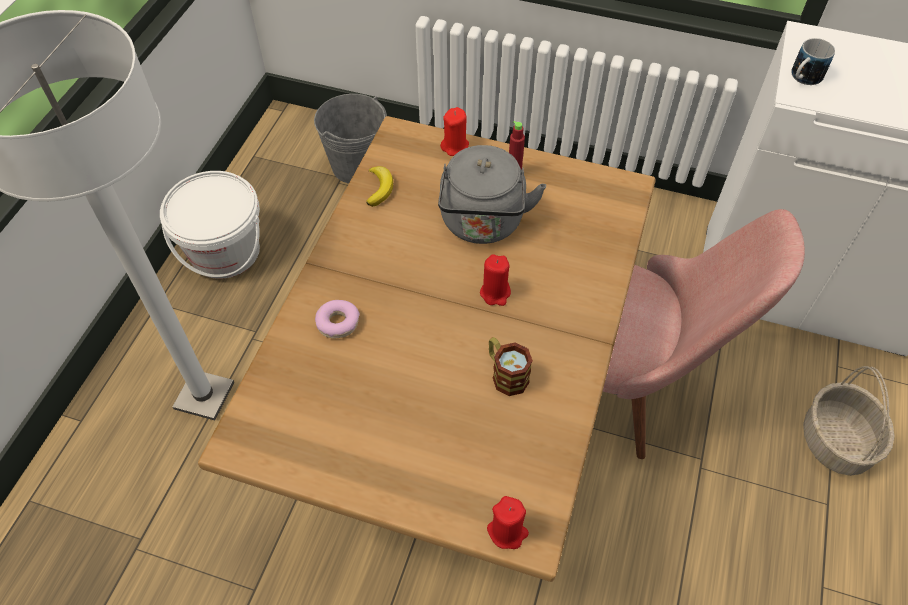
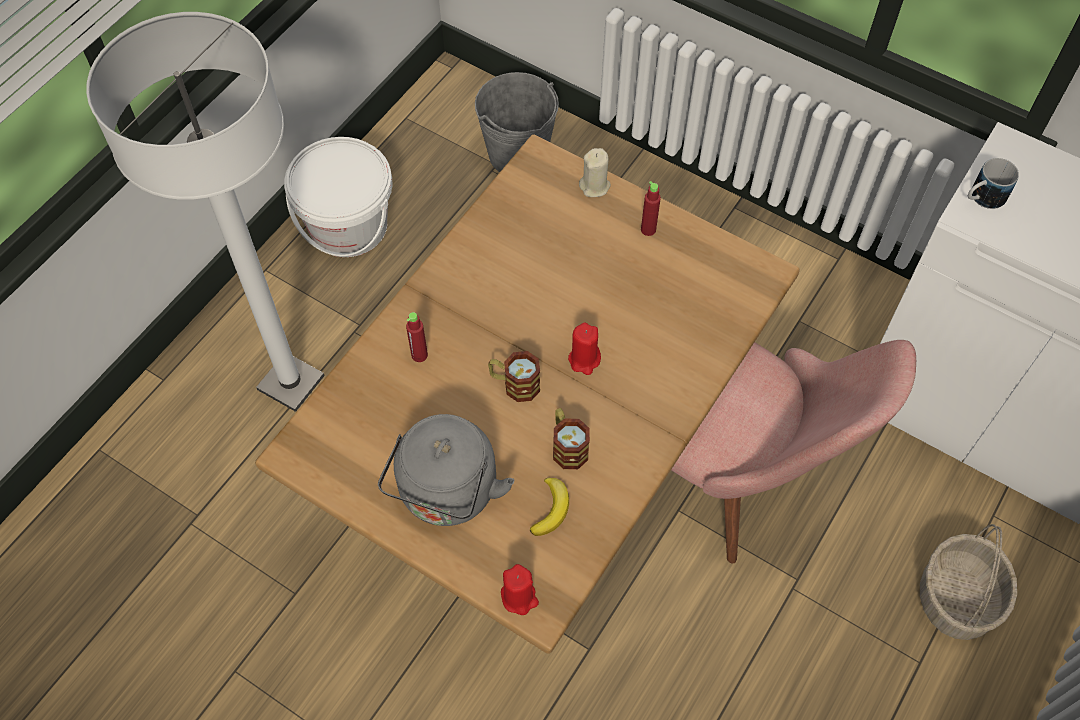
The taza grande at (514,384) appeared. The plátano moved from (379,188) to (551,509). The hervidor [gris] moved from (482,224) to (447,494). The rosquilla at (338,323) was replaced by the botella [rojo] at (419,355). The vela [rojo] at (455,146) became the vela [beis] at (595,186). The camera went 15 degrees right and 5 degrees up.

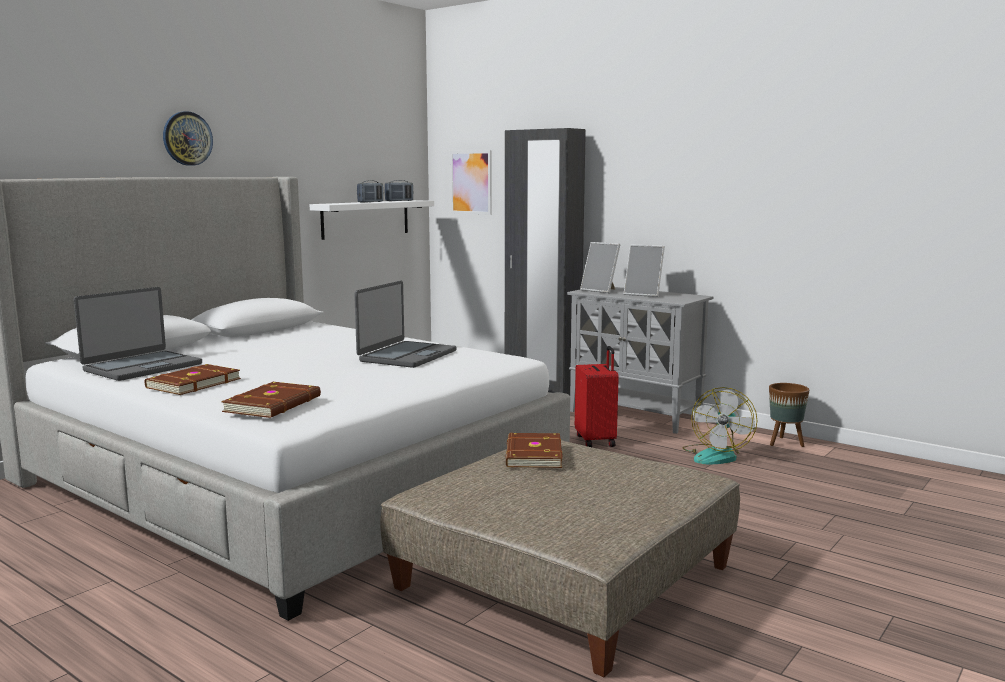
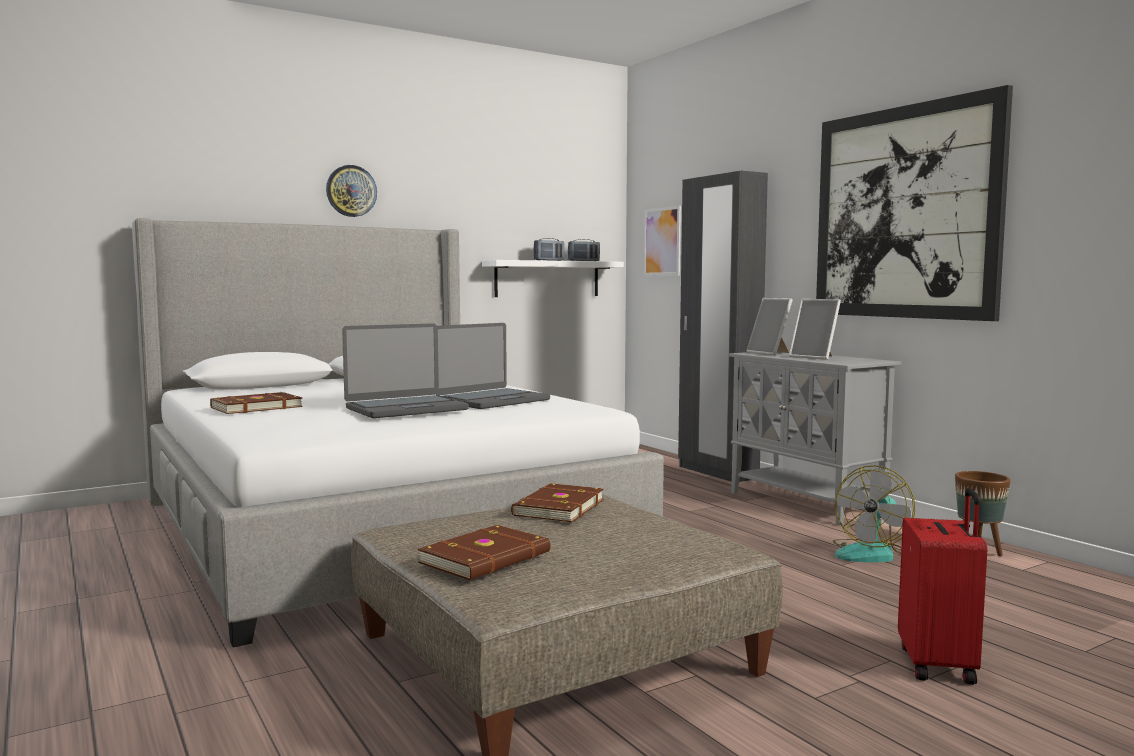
The cuadro at (905,213) appeared. The portátil moved from (142,367) to (405,409). The libro [marrón] moved from (274,404) to (487,558). The maleta [rojo] moved from (596,441) to (939,665). The camera went 20 degrees right and 5 degrees down.

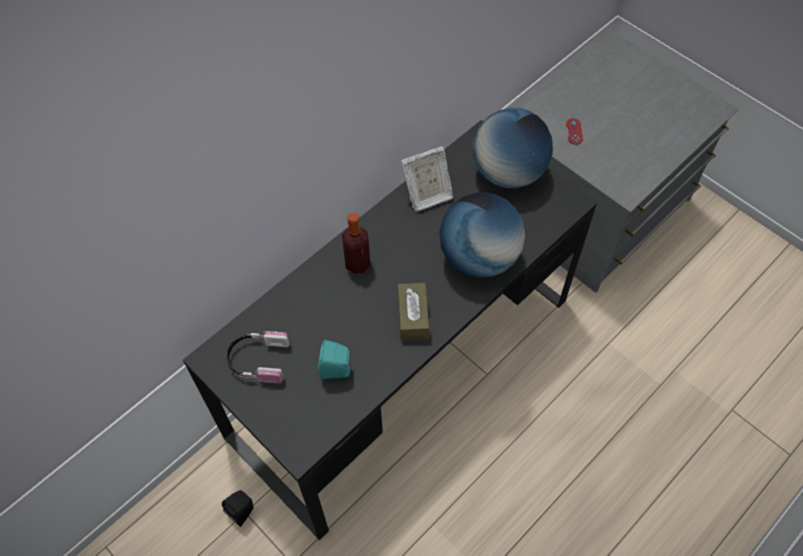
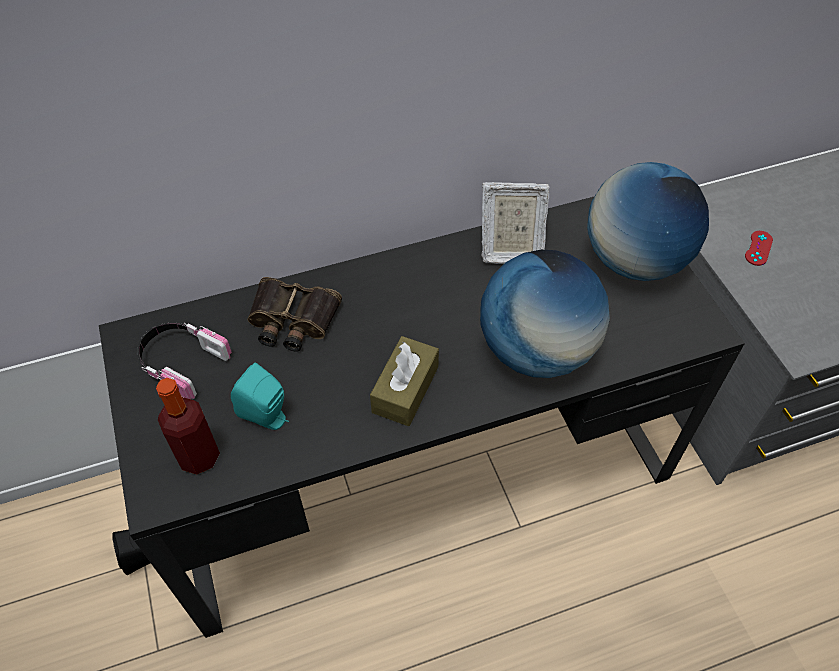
The prismáticos at (291,320) appeared. The botella moved from (357,264) to (199,456). The camera went 25 degrees right and 5 degrees down.

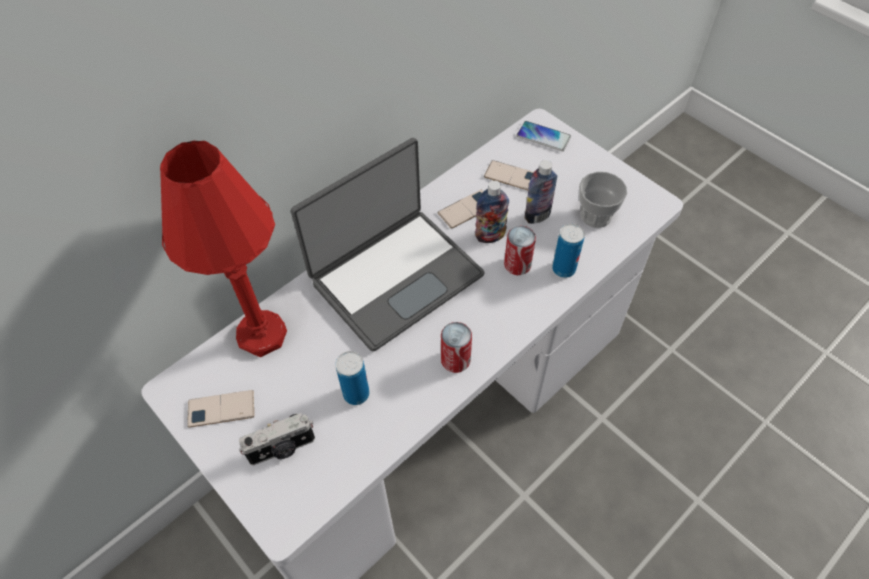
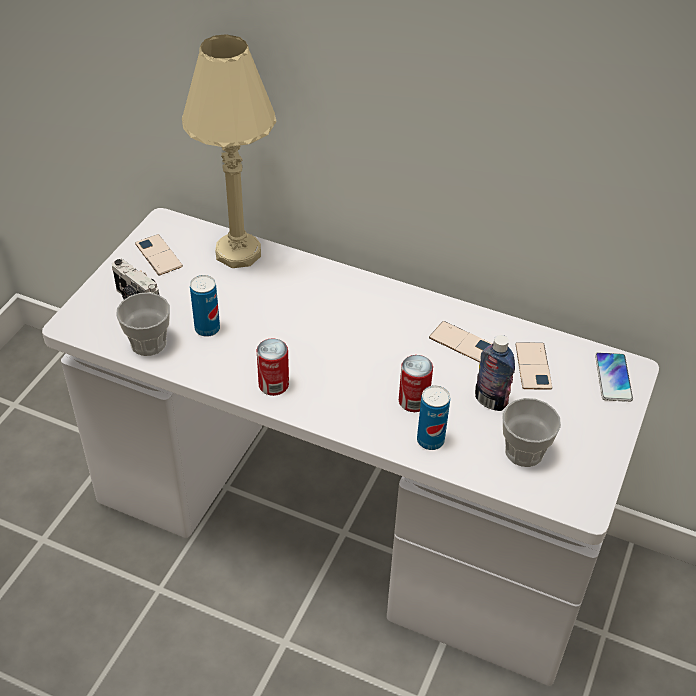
The portátil at (395,277) disappeared. The botella at (490,236) disappeared. The taza at (148,343) appeared. The lámpara de mesa [rojo] at (261,335) became the lámpara de mesa [beis] at (238,253). The camera went 65 degrees right and 10 degrees down.

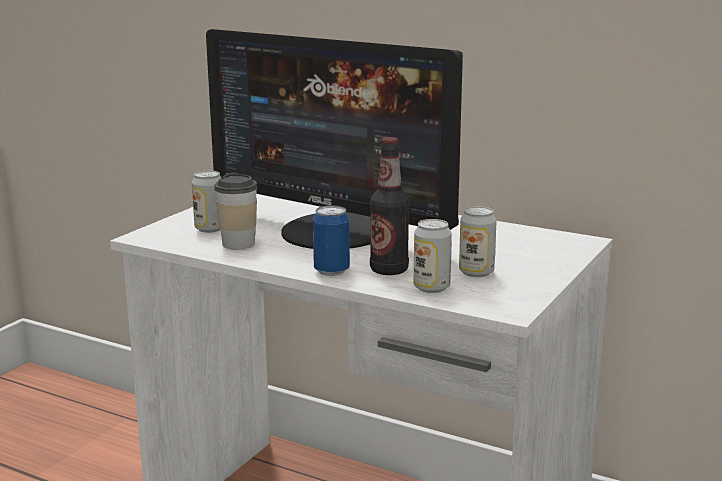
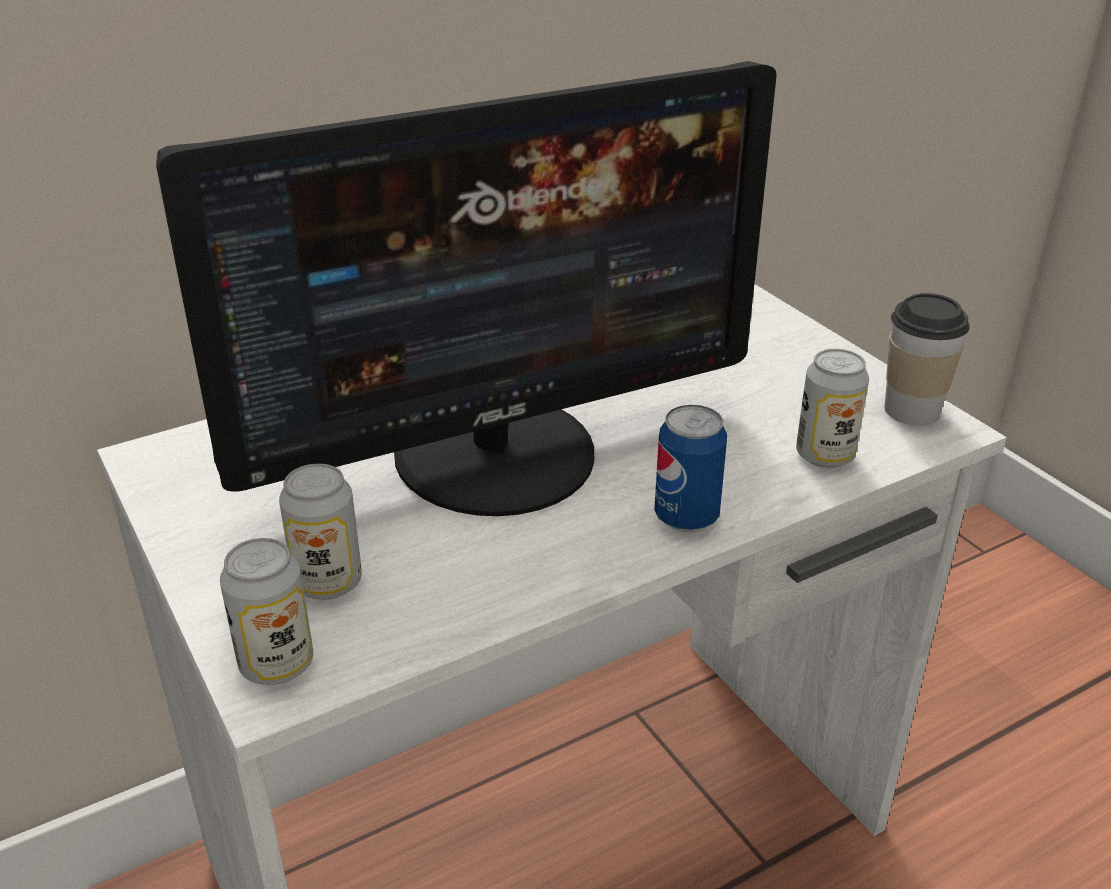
The botella at (389,270) disappeared. The taza moved from (238,244) to (912,410). The lata moved from (476,272) to (276,664). The camera went 60 degrees left and 15 degrees up.

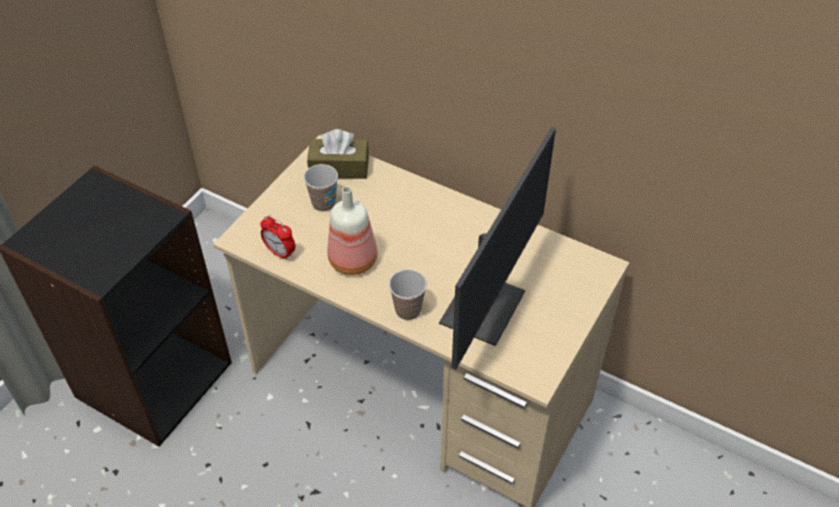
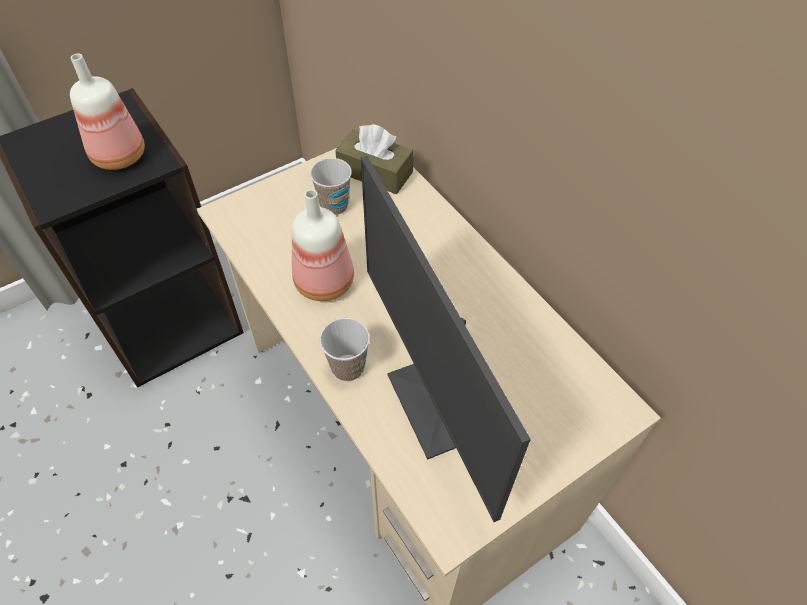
The despertador at (280,252) disappeared. The botella at (120,157) appeared. The monitor at (485,308) turned 105 degrees clockwise. The camera went 25 degrees right and 5 degrees up.

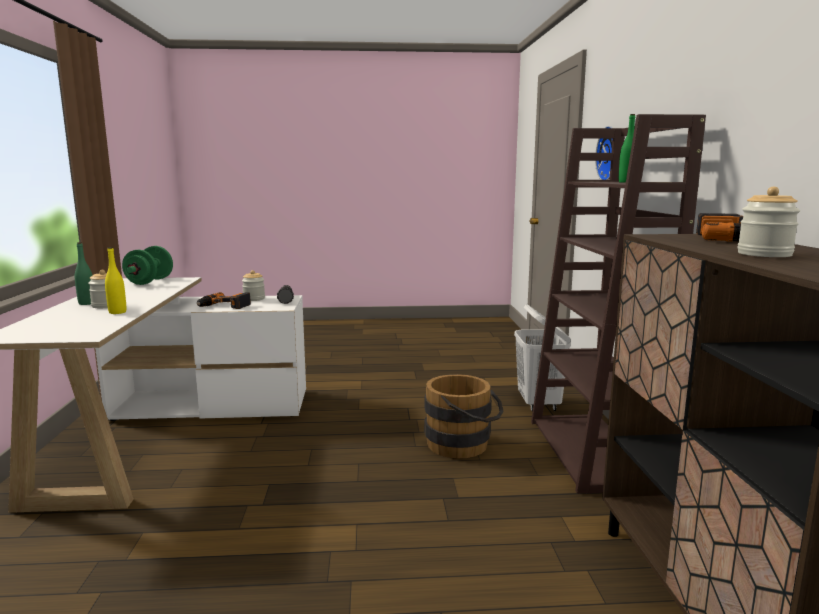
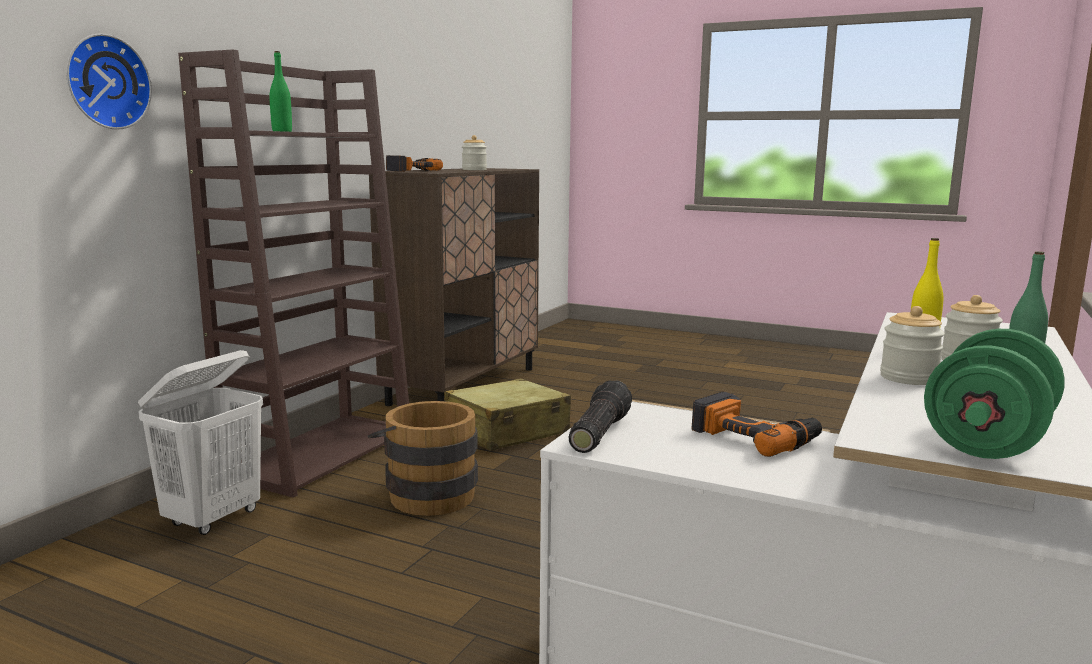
The maleta [beis] at (506,432) appeared. The tarro moved from (254,299) to (908,378). The camera went 150 degrees left and 0 degrees up.

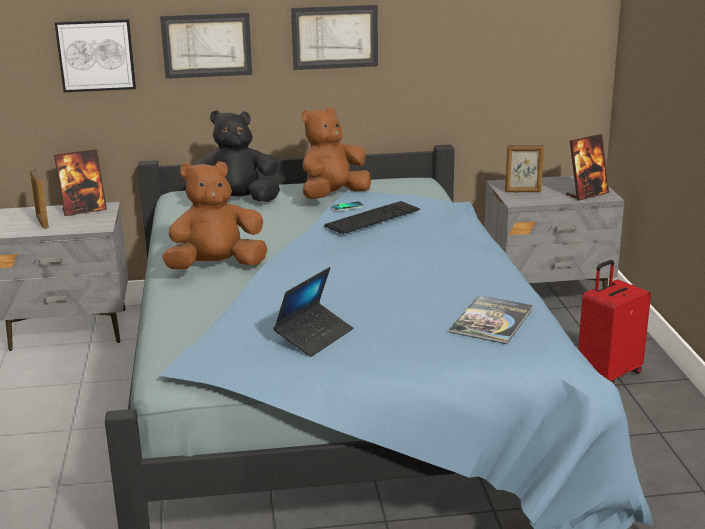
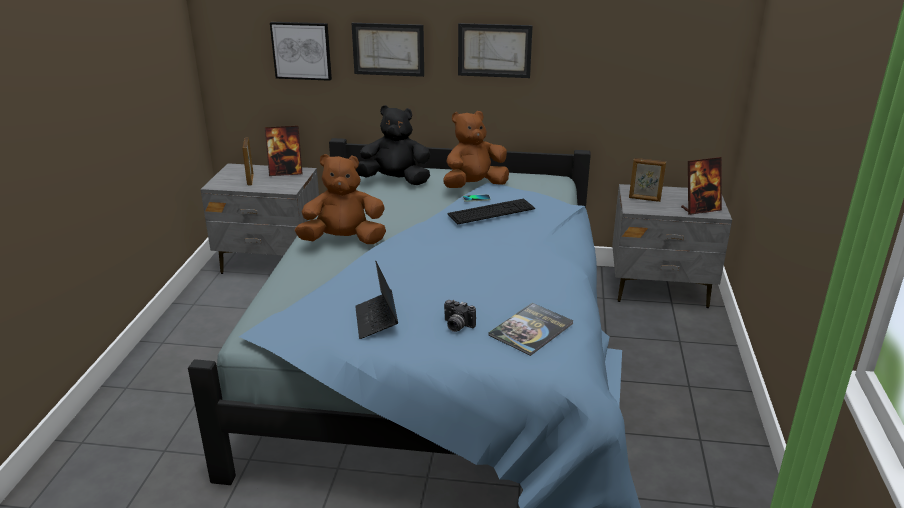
The maleta [rojo] at (608,373) disappeared. The cámara at (457,326) appeared. The portátil at (314,336) turned 120 degrees clockwise. The camera went 15 degrees right and 5 degrees up.

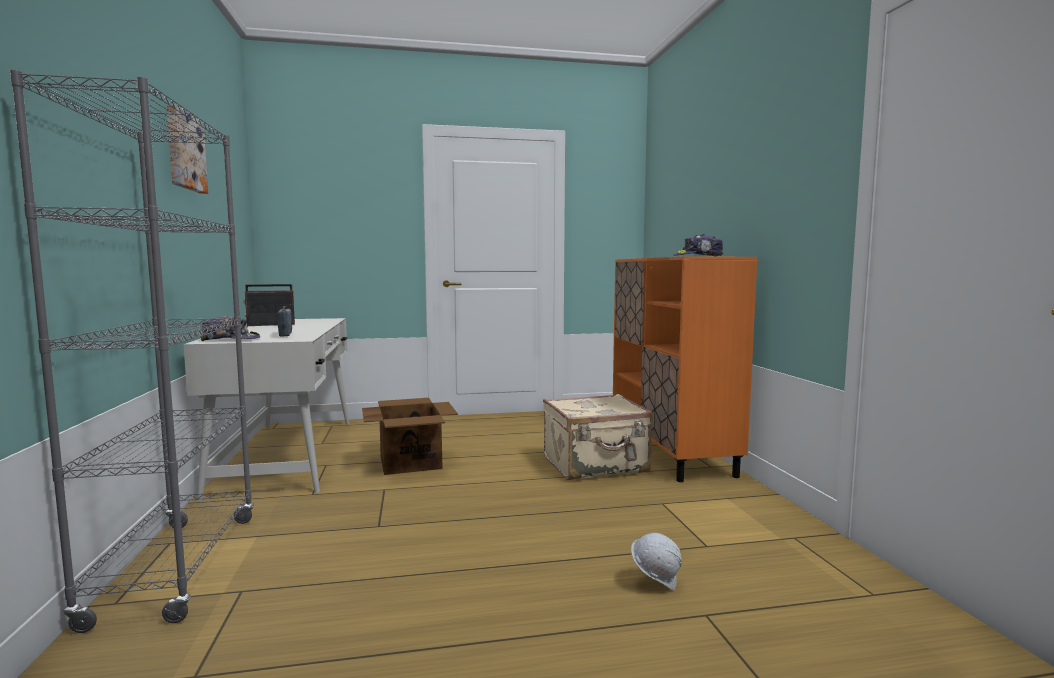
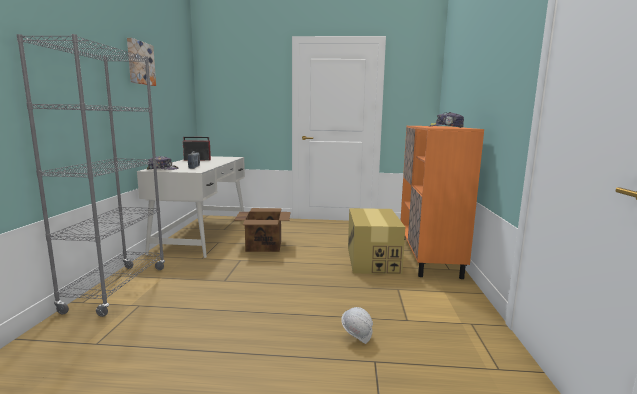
The maleta [beis] at (596,465) was replaced by the caja de cartón at (372,260). The camera went 15 degrees right and 5 degrees up.

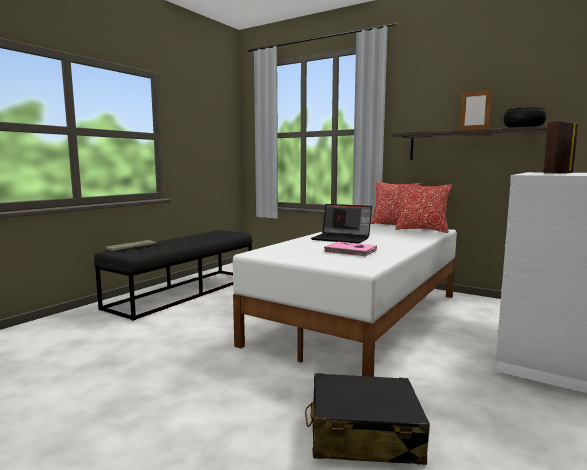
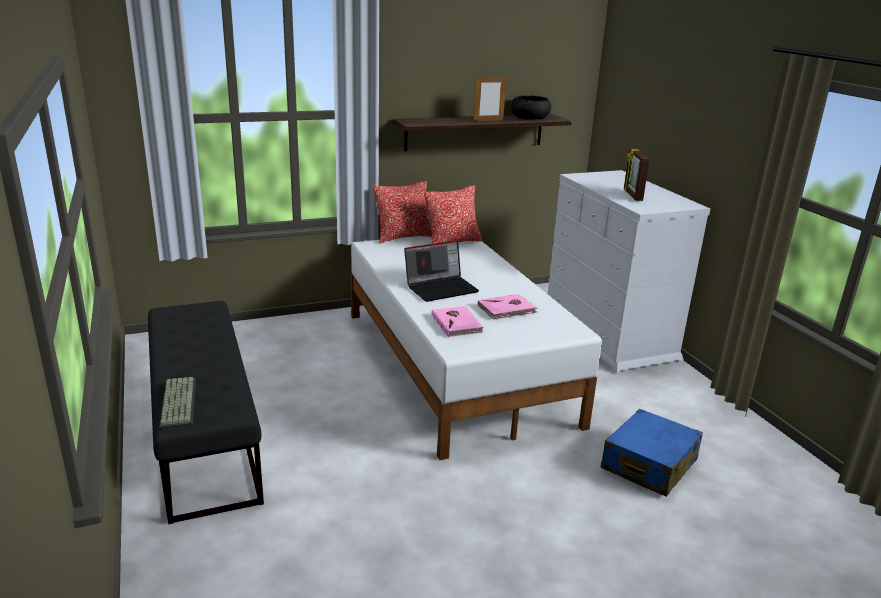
The libro [rosa] at (457,323) appeared. The maleta [negro] at (363,435) became the maleta [azul] at (648,465). The camera went 55 degrees left and 15 degrees up.

